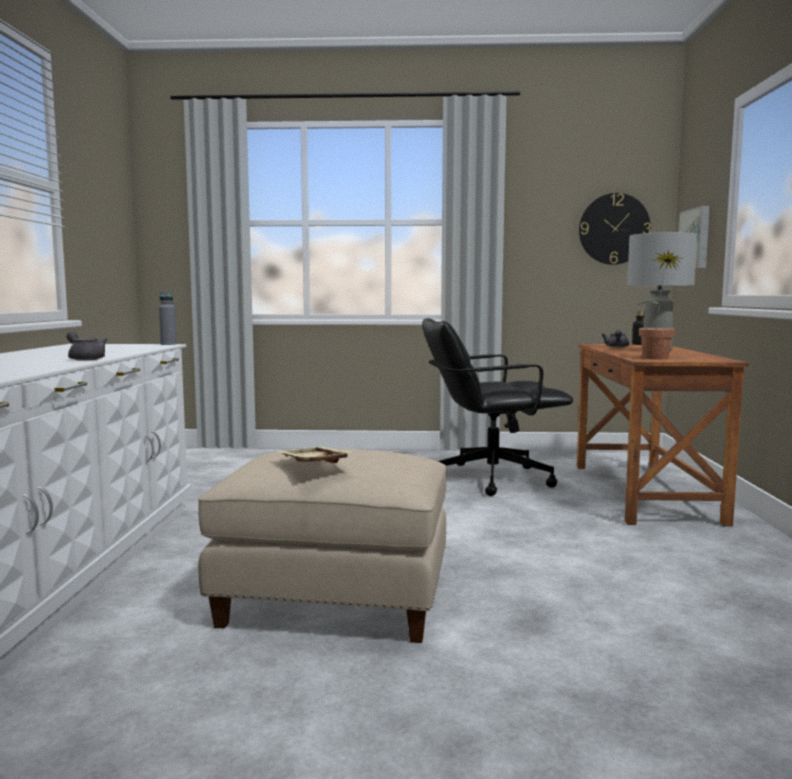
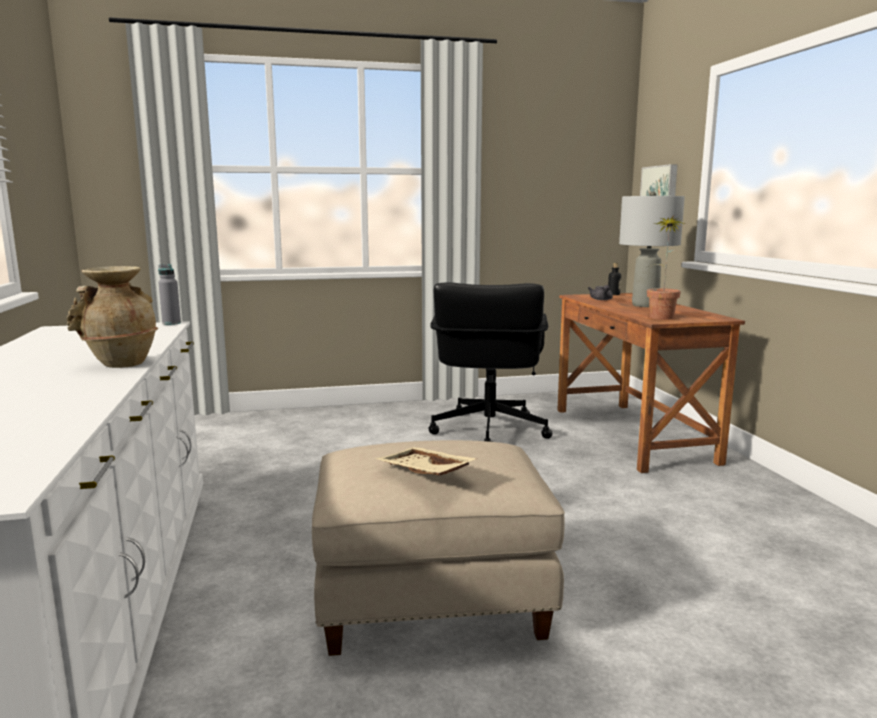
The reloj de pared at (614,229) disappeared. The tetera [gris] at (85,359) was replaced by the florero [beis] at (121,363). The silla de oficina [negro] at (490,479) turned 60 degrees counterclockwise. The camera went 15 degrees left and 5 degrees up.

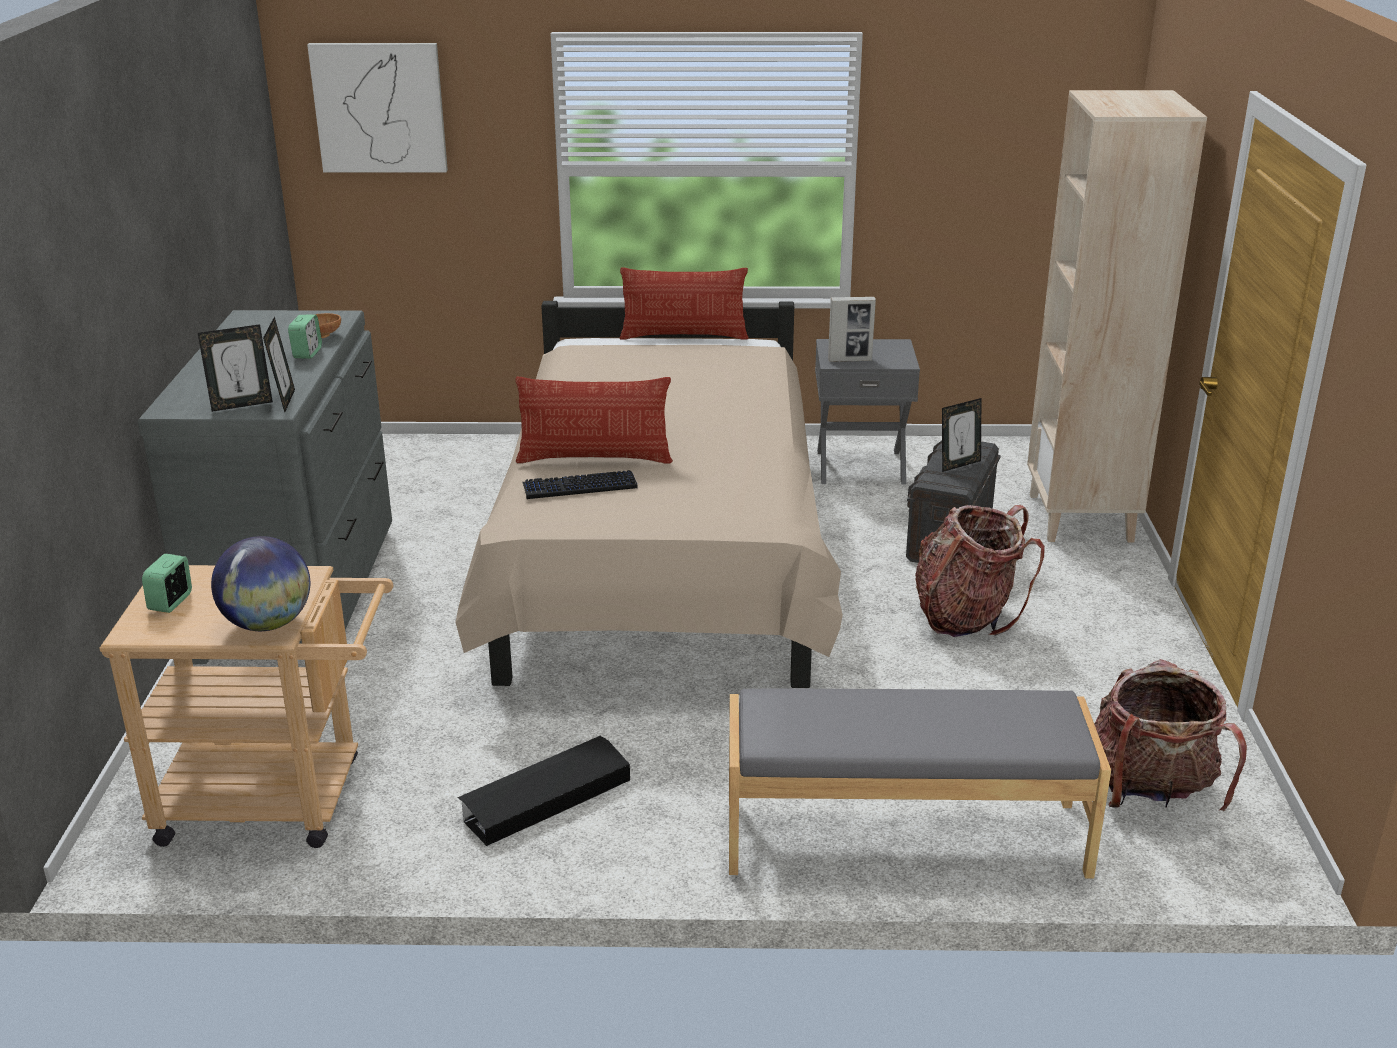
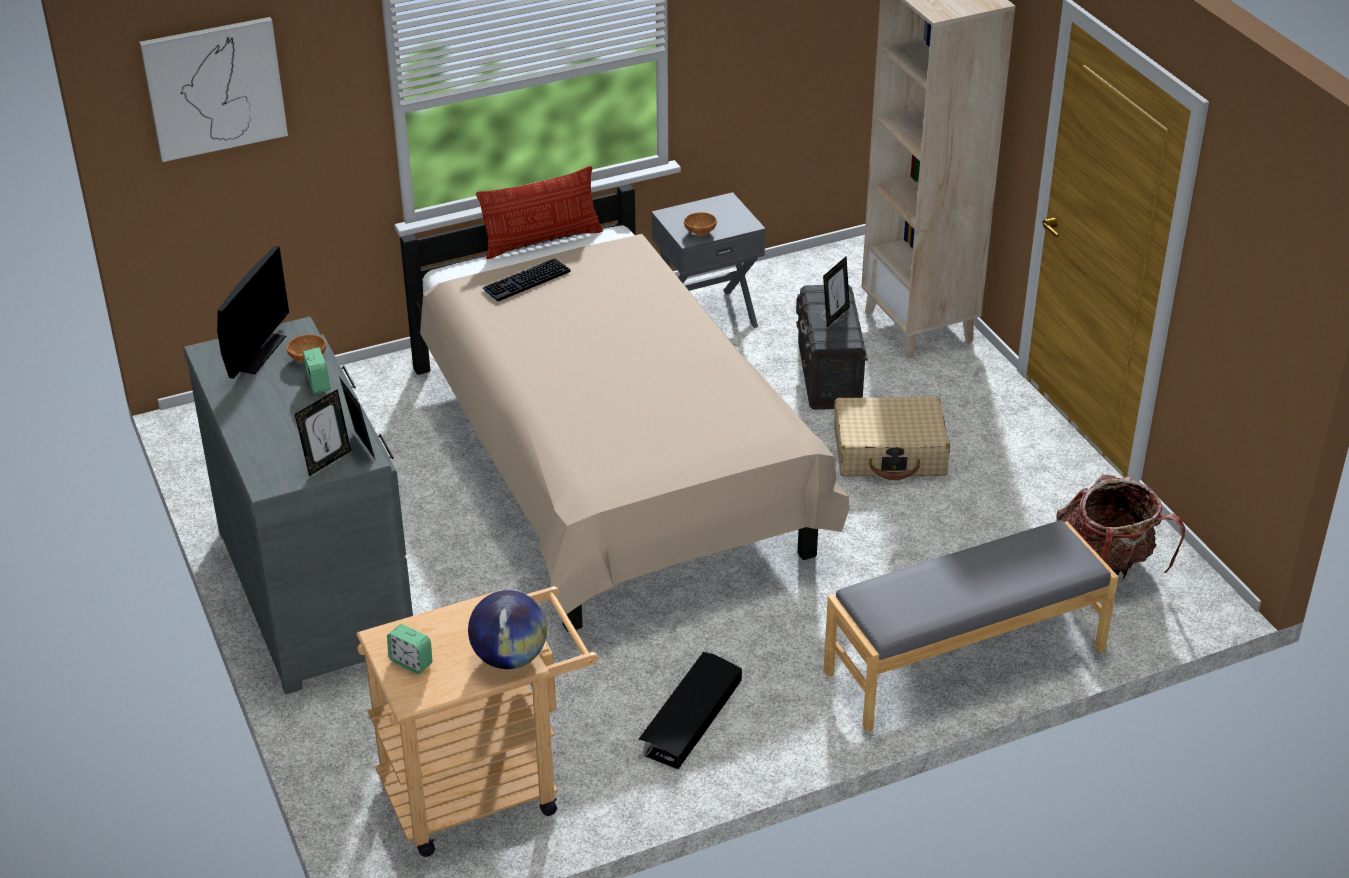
The cojín at (595,458) disappeared. The monitor at (256,352) appeared. The teclado moved from (579,486) to (526,281). The portarretratos at (850,360) was replaced by the cuenco [marrón] at (700,231). The mochila at (966,616) was replaced by the maleta [beis] at (890,452). The despertador at (171,602) turned 45 degrees counterclockwise. The camera went 25 degrees left and 10 degrees up.

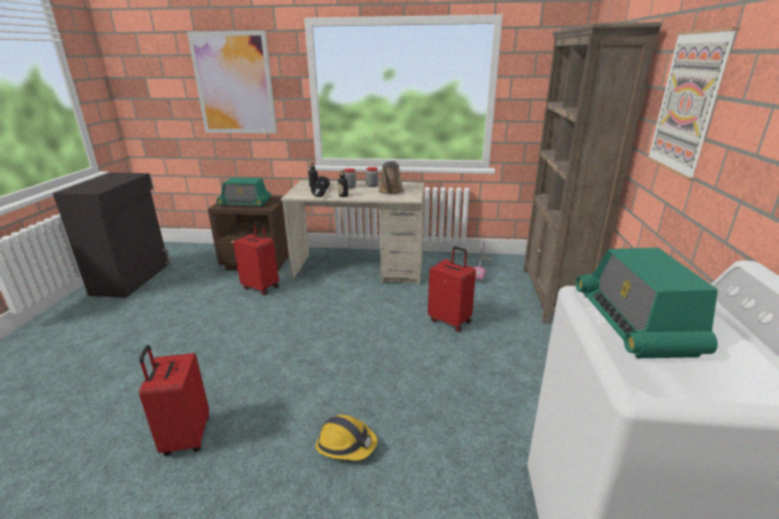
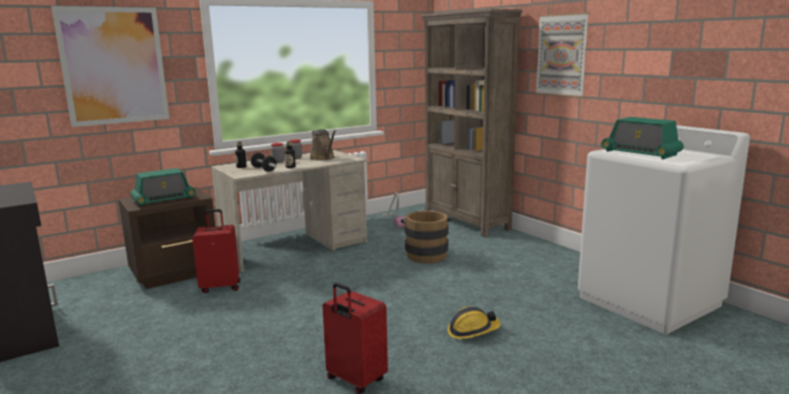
The maleta [rojo] at (450,320) was replaced by the cubo [marrón] at (426,254). The camera went 40 degrees left and 10 degrees down.

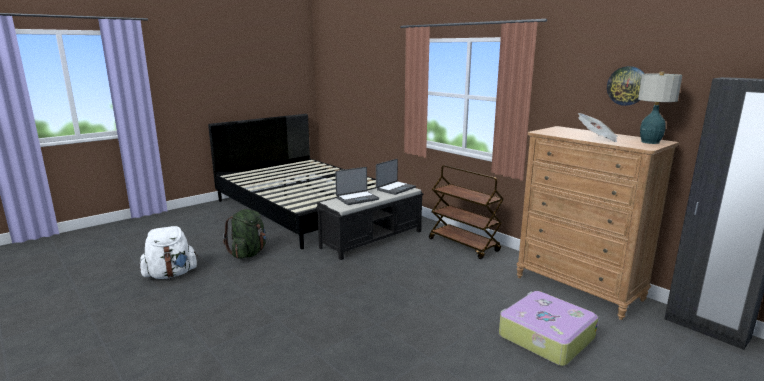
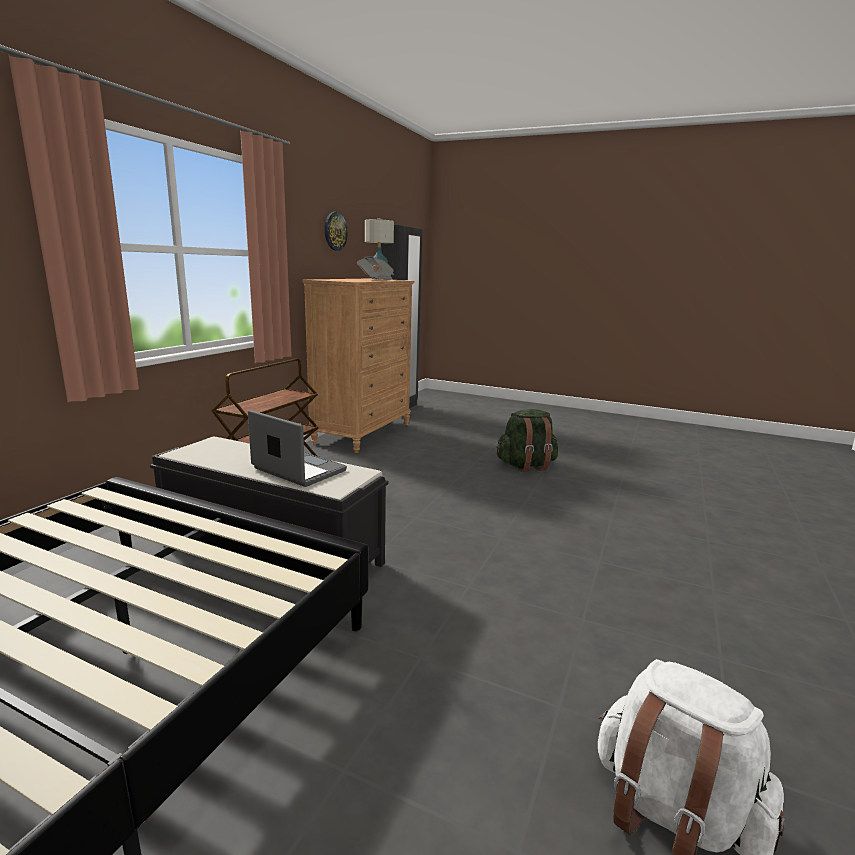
The portátil at (395,188) disappeared. The maleta at (544,337) disappeared. The mochila [verde] moved from (249,253) to (526,466). The camera went 115 degrees left and 0 degrees up.

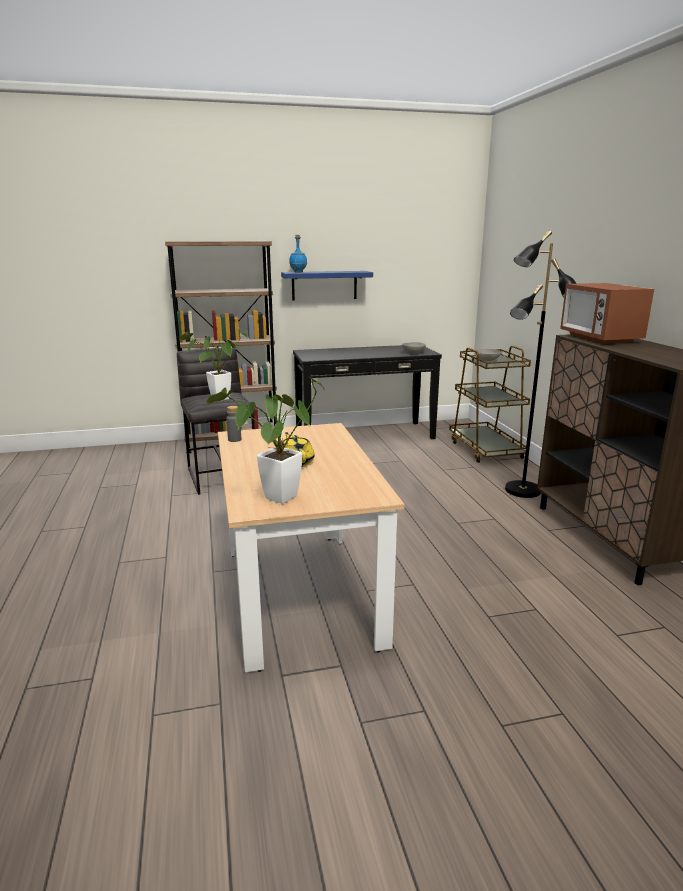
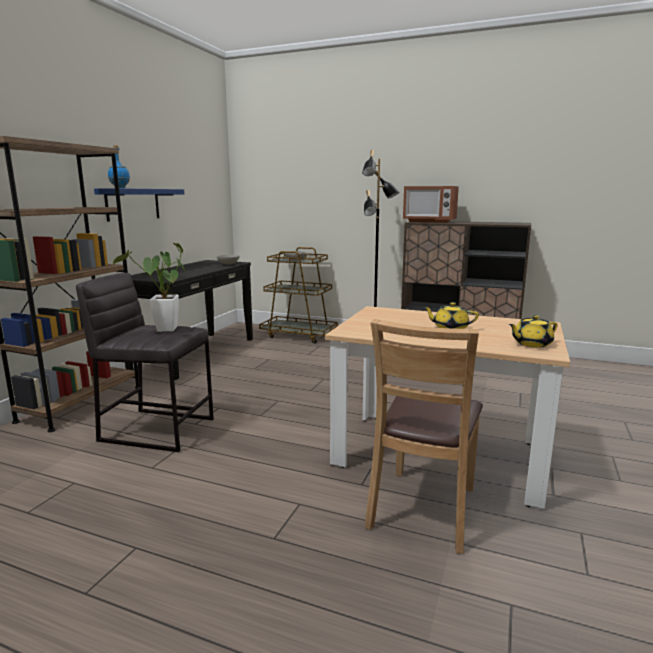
The botella [gris] at (234,439) disappeared. The silla [marrón] at (423,509) appeared. The planta en maceta at (276,500) was replaced by the tetera [amarillo] at (531,344). The camera went 55 degrees left and 5 degrees down.

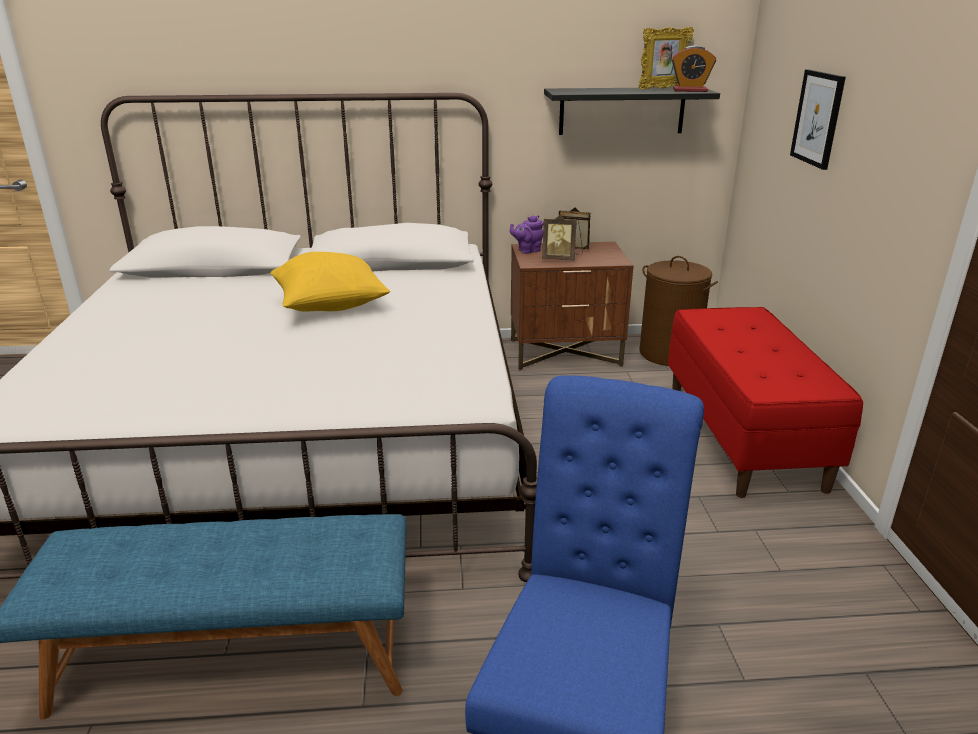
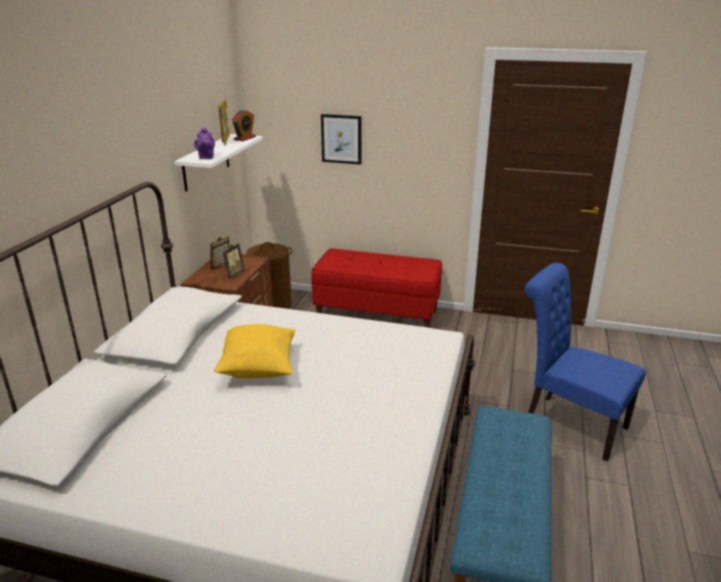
The tetera [morado] moved from (527,250) to (206,157). The estante [negro] at (622,111) became the estante [blanco] at (206,162). The camera went 70 degrees left and 0 degrees up.

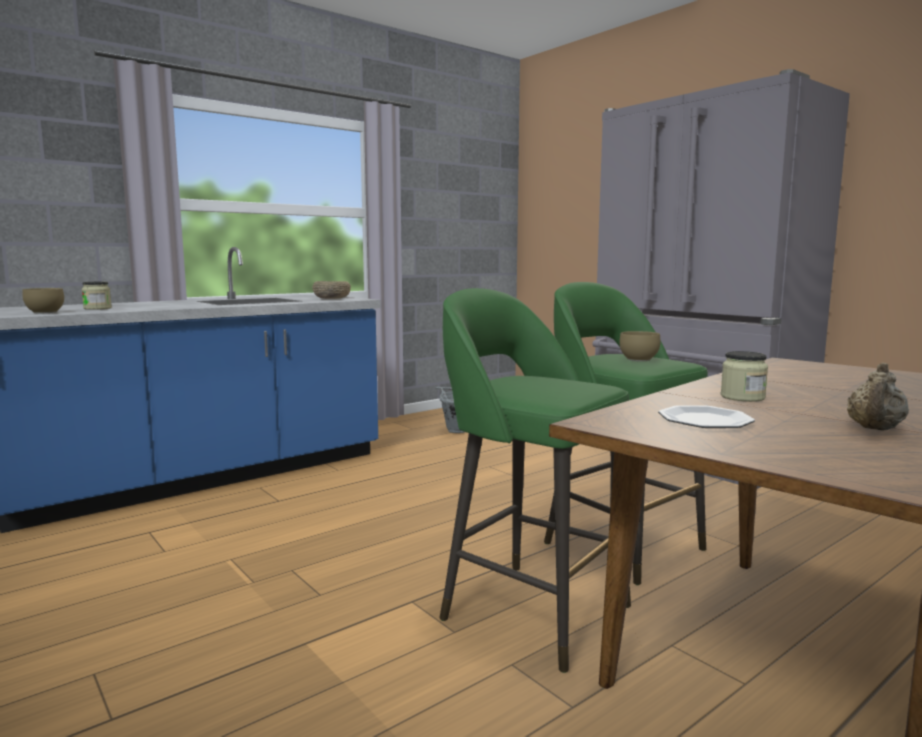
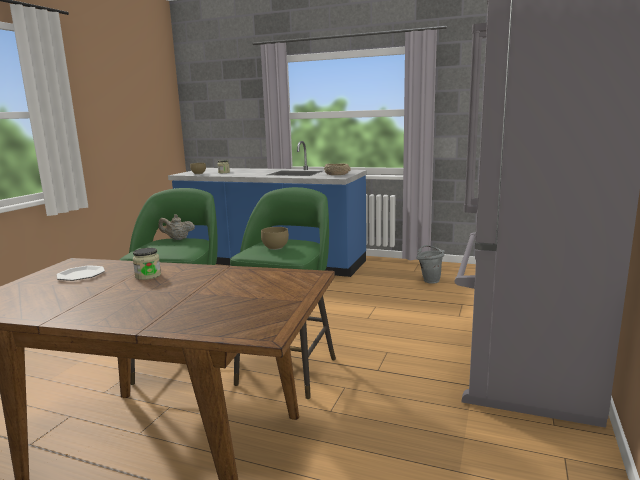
The tetera [beis] moved from (874,429) to (177,239). The camera went 60 degrees right and 5 degrees up.

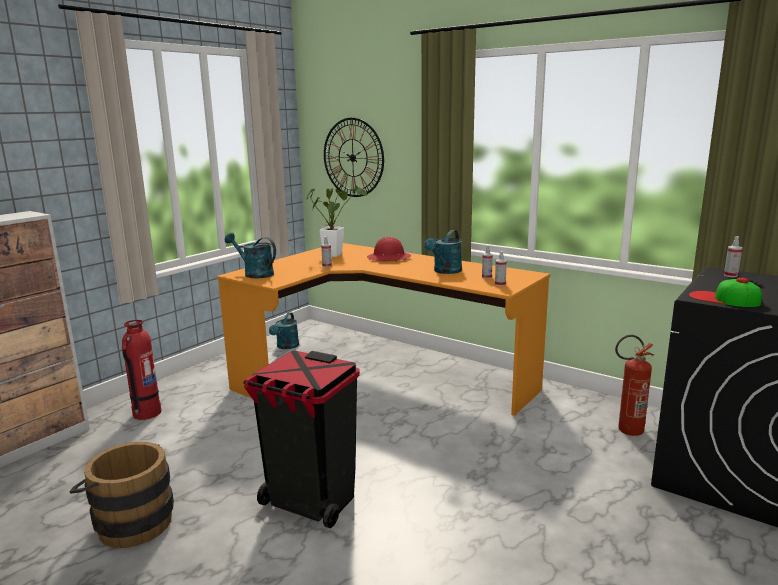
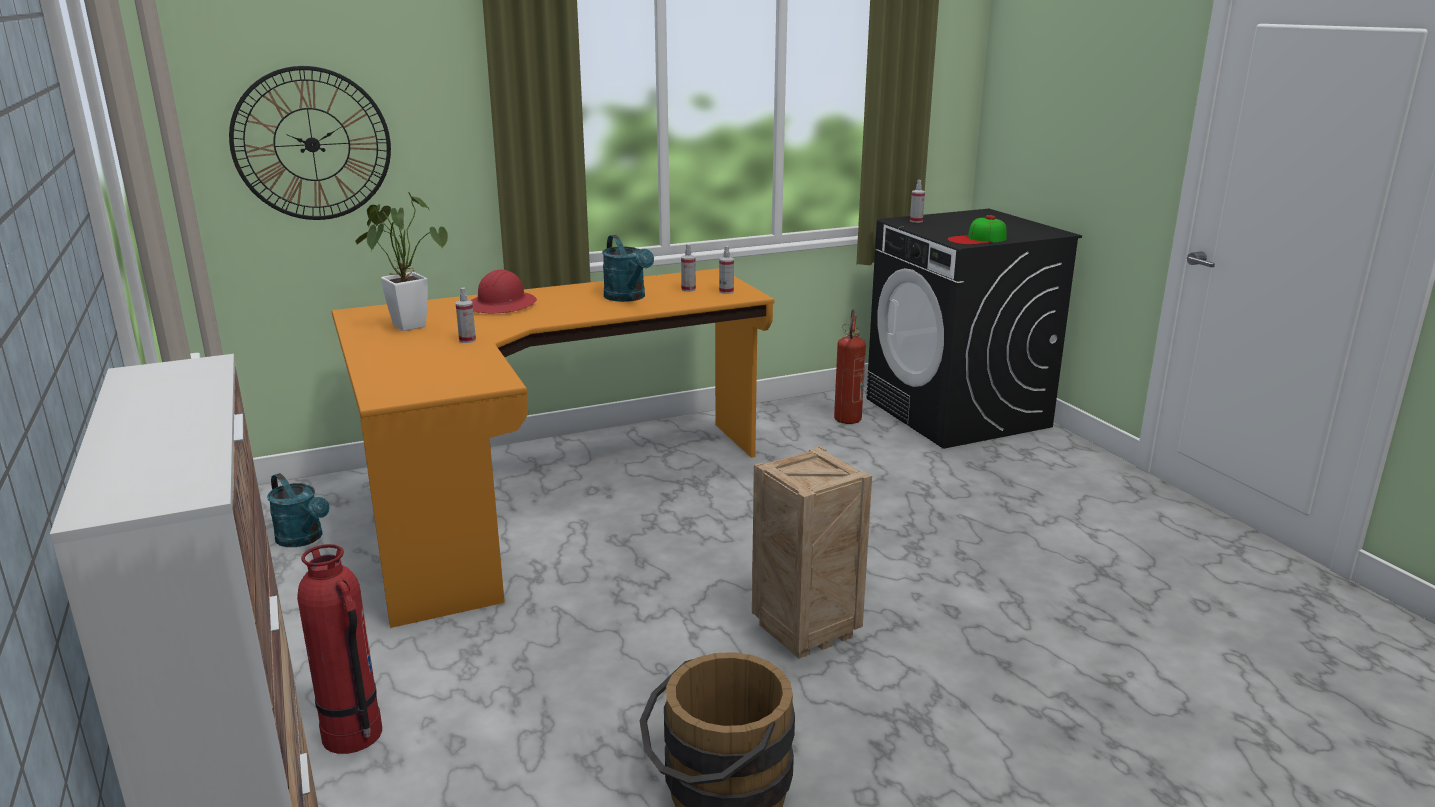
The regadera [turquesa] at (254,274) disappeared. The papelera [negro] at (311,502) was replaced by the caja de embalaje at (806,629). The camera went 60 degrees left and 5 degrees up.

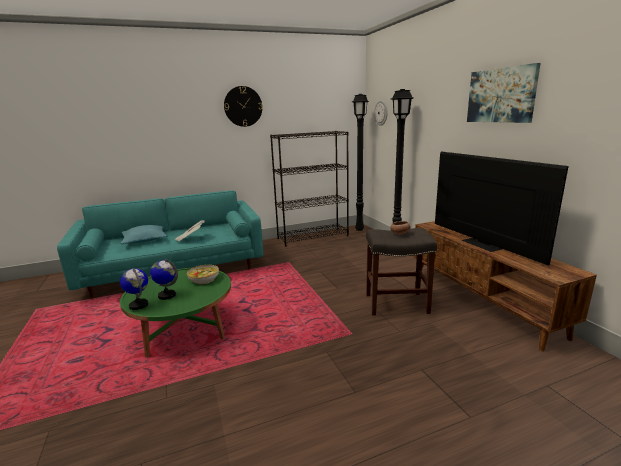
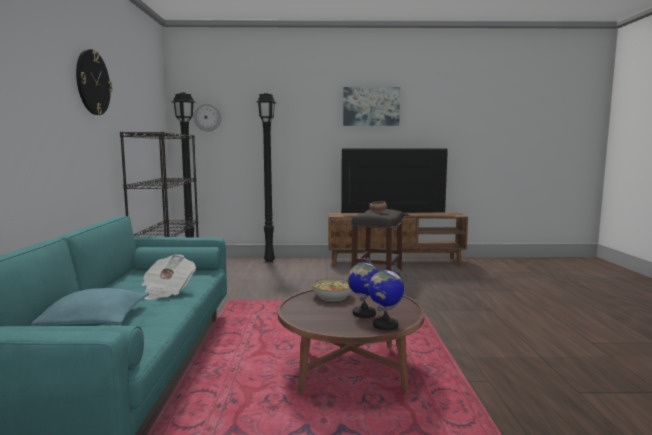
The mesa de centro [verde] at (184,329) became the mesa de centro [marrón] at (349,368). The camera went 70 degrees left and 10 degrees down.

